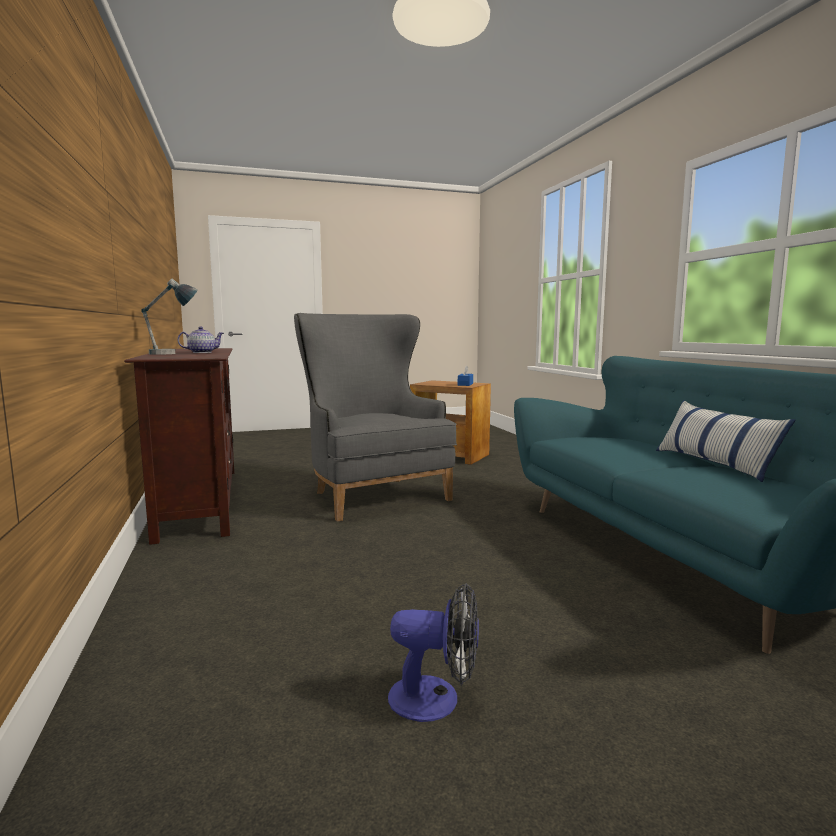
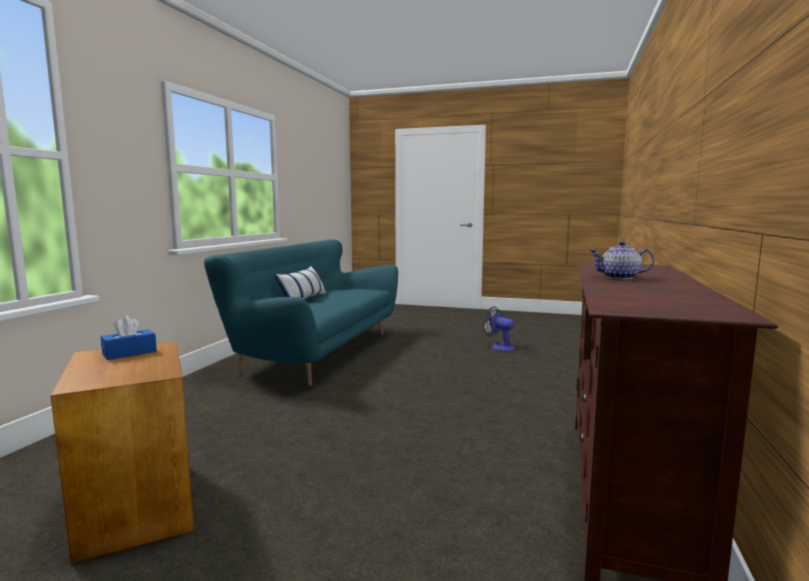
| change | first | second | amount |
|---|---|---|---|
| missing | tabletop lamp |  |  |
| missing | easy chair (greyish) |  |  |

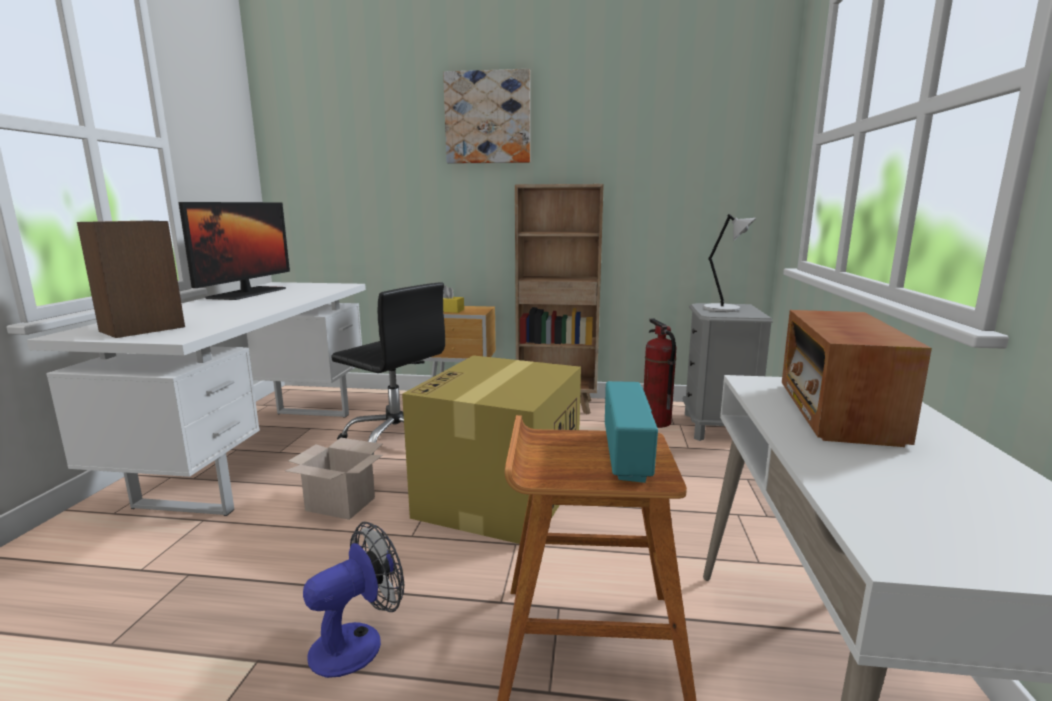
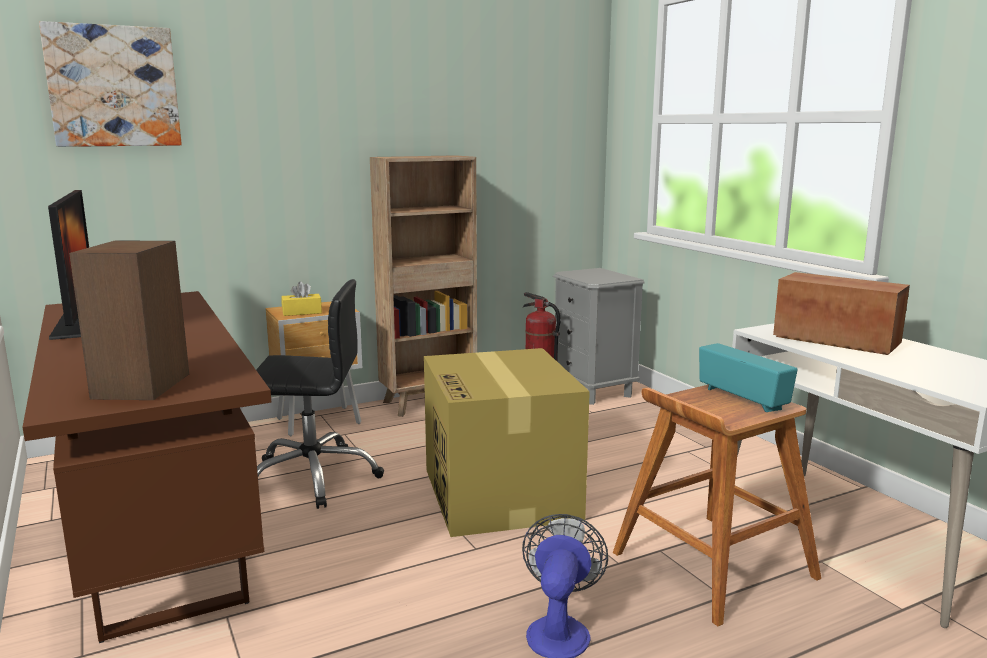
| change | first | second | amount |
|---|---|---|---|
| relocated | wall picture |  |  |
| missing | tabletop lamp (greyish) |  |  |
| colour | desk unit (white-coloured) (no. 1 from left) | desk unit (brown-coloured) |  |
| spun | radio receiver (no. 2 from left) |  | 150 degrees clockwise |
| missing | packing box (no. 1 from left) |  |  |

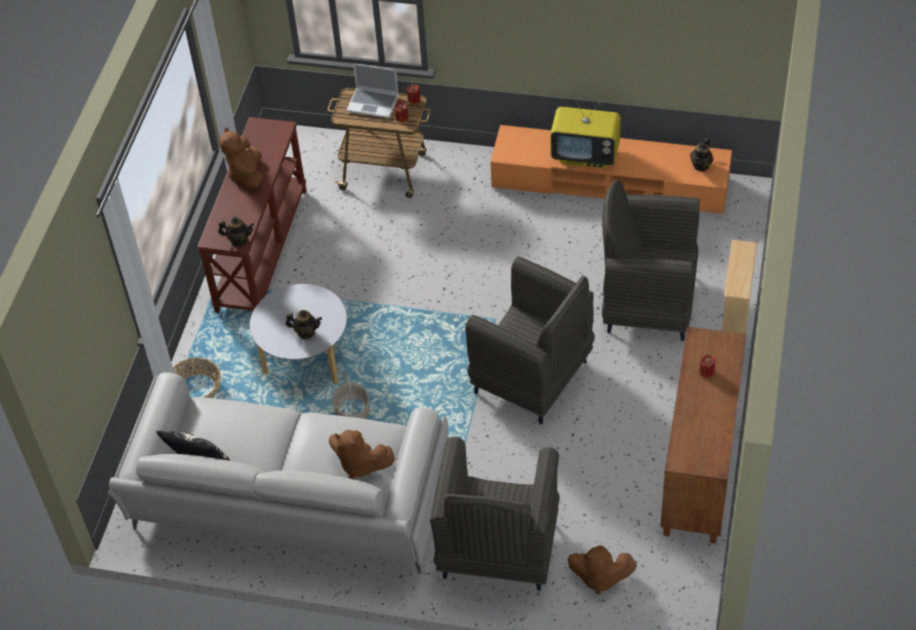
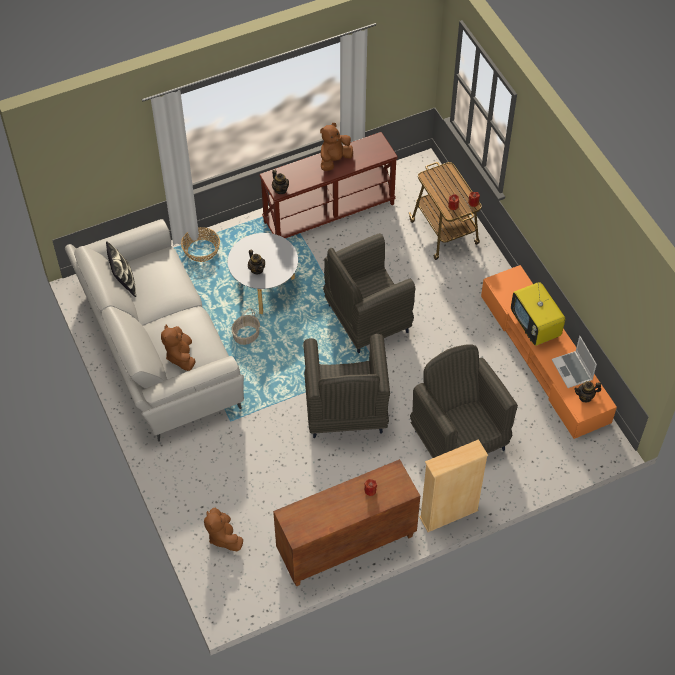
| change | first | second | amount |
|---|---|---|---|
| relocated | portable computer |  |  |
| relocated | easy chair (greyish) (no. 1 from left in the first image) | easy chair (greyish) (no. 2 from left) |  |

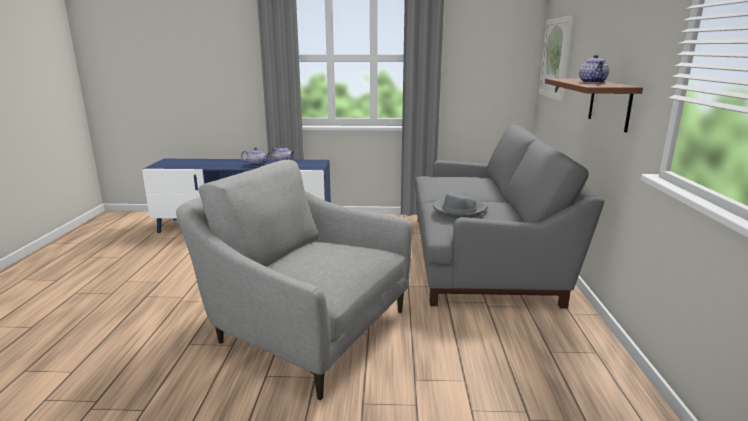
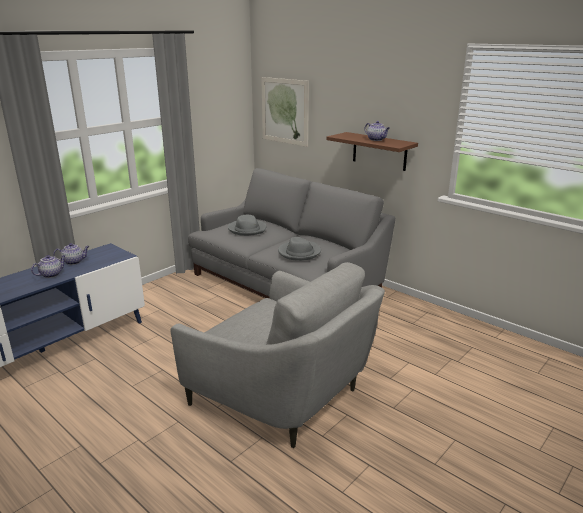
| change | first | second | amount |
|---|---|---|---|
| spun | easy chair (greyish) |  | 120 degrees counterclockwise |
| appeared |  | wearable hat (greyish) (no. 1 from left) |  |

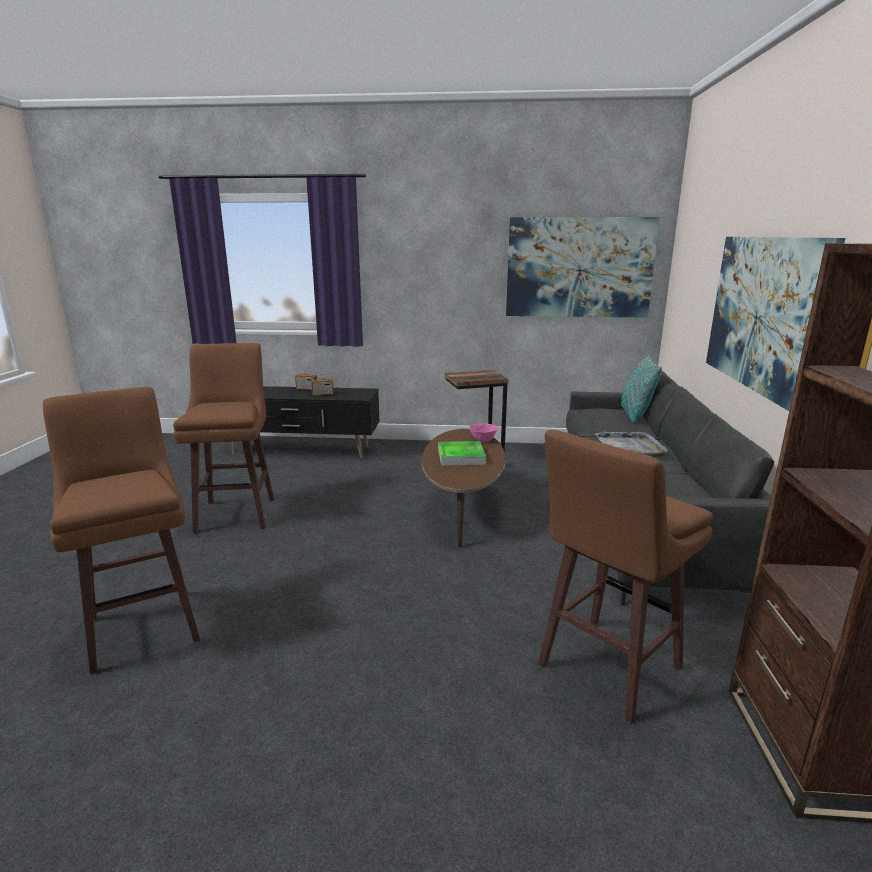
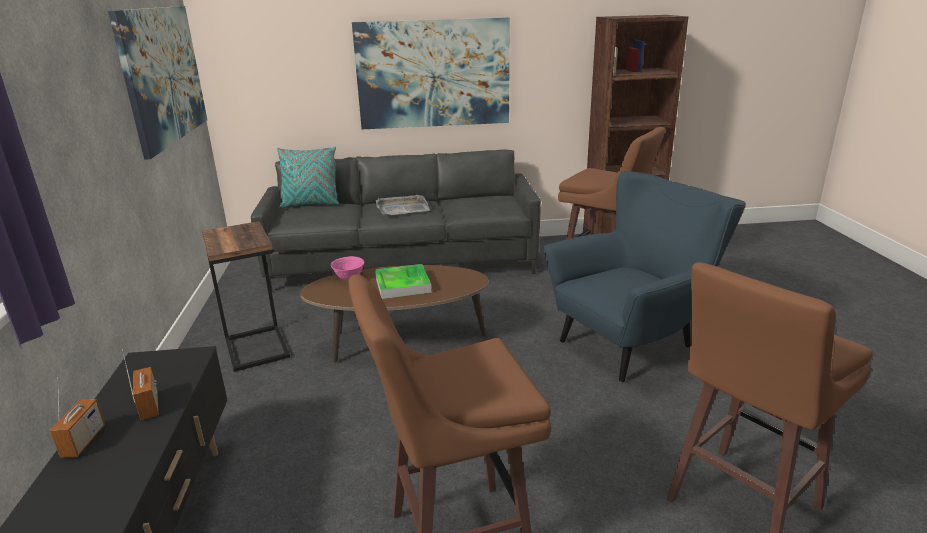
| change | first | second | amount |
|---|---|---|---|
| appeared |  | easy chair (blue) |  |

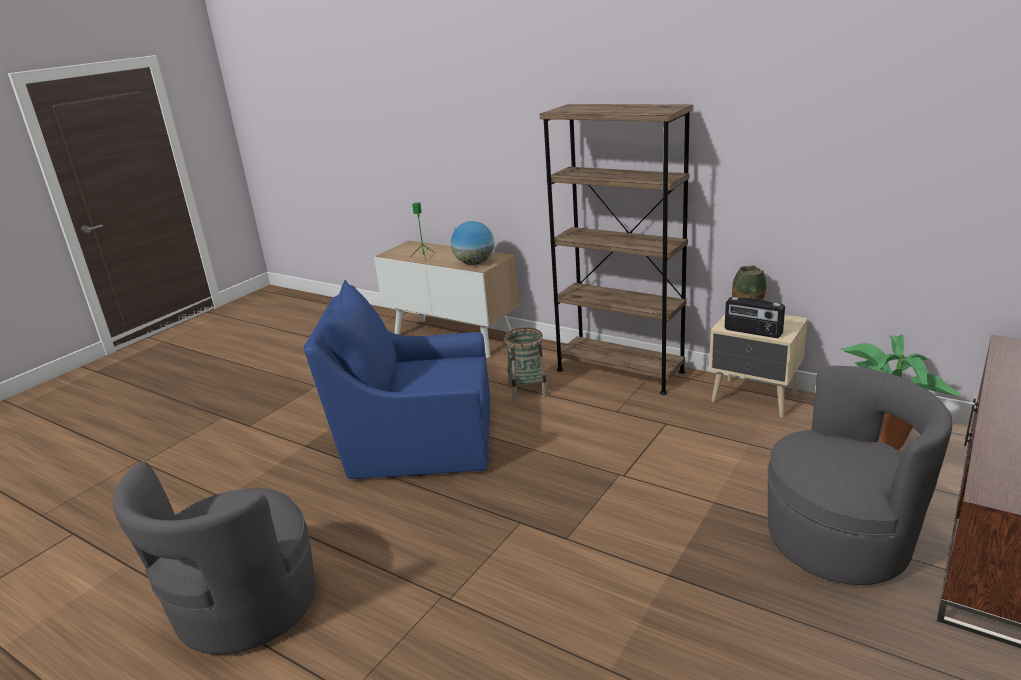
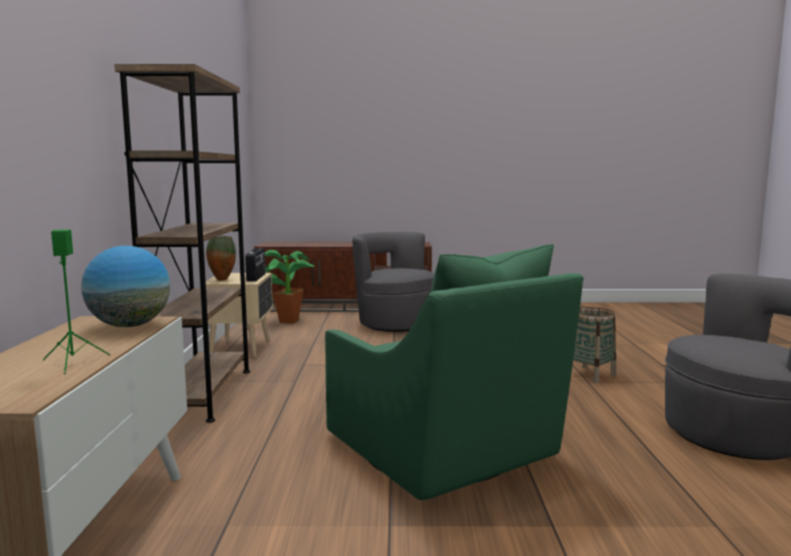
| change | first | second | amount |
|---|---|---|---|
| colour | easy chair (blue) | easy chair (green) |  |
| relocated | household basket |  |  |

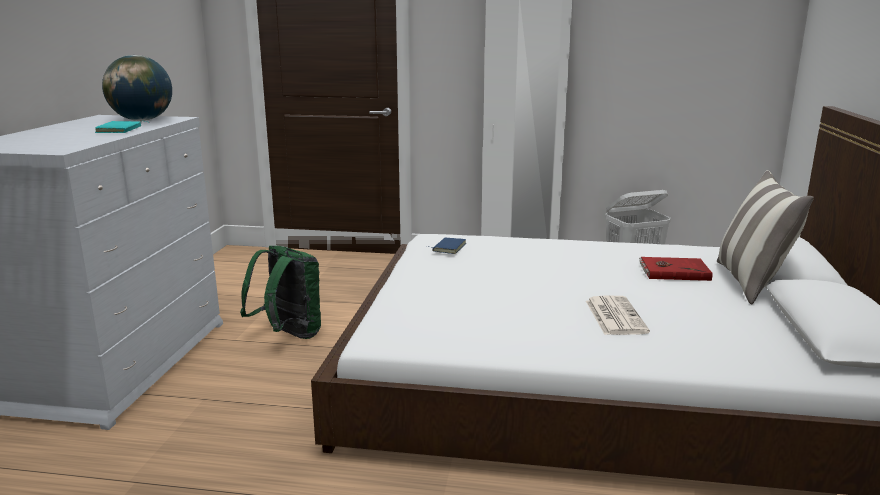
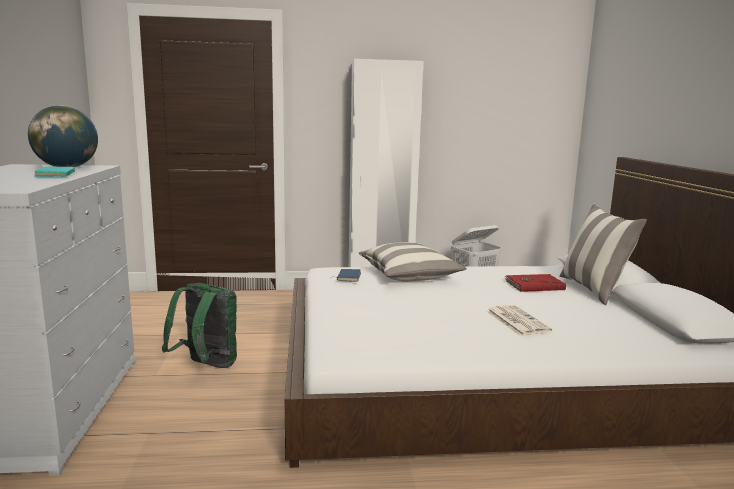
| change | first | second | amount |
|---|---|---|---|
| appeared |  | pillow (no. 1 from left) |  |

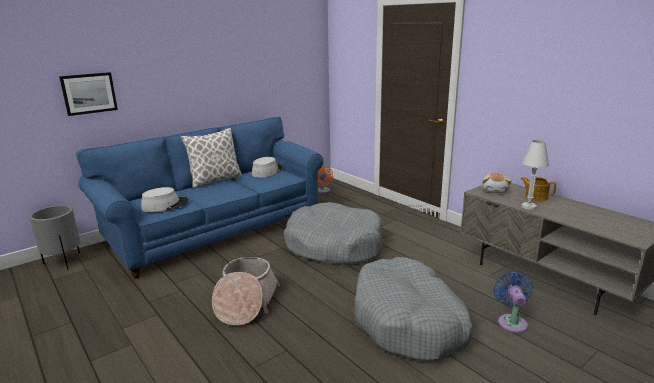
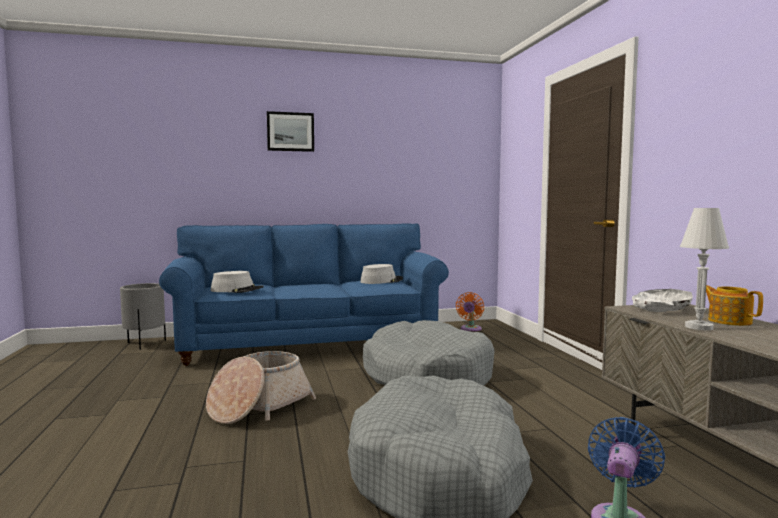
| change | first | second | amount |
|---|---|---|---|
| relocated | wall picture |  |  |
| missing | pillow |  |  |
| exchanged | soft toy | bowl (white-coloured) |  |

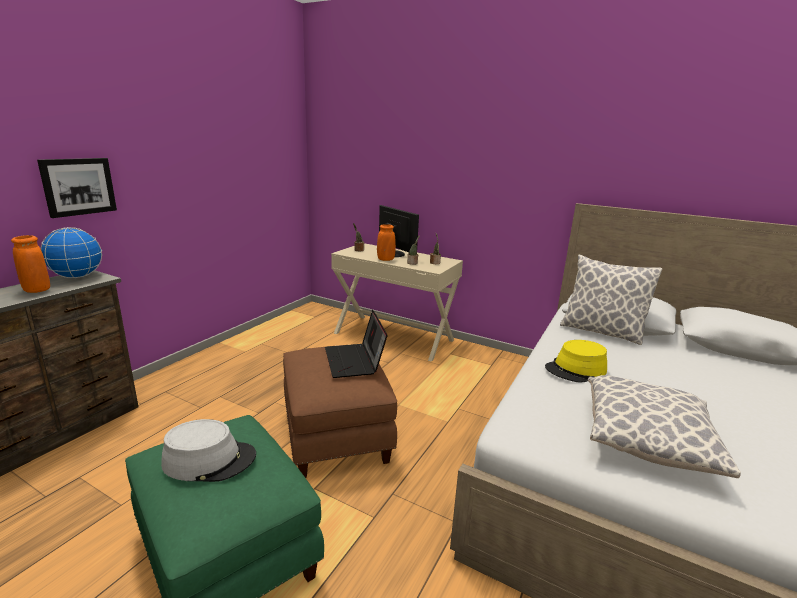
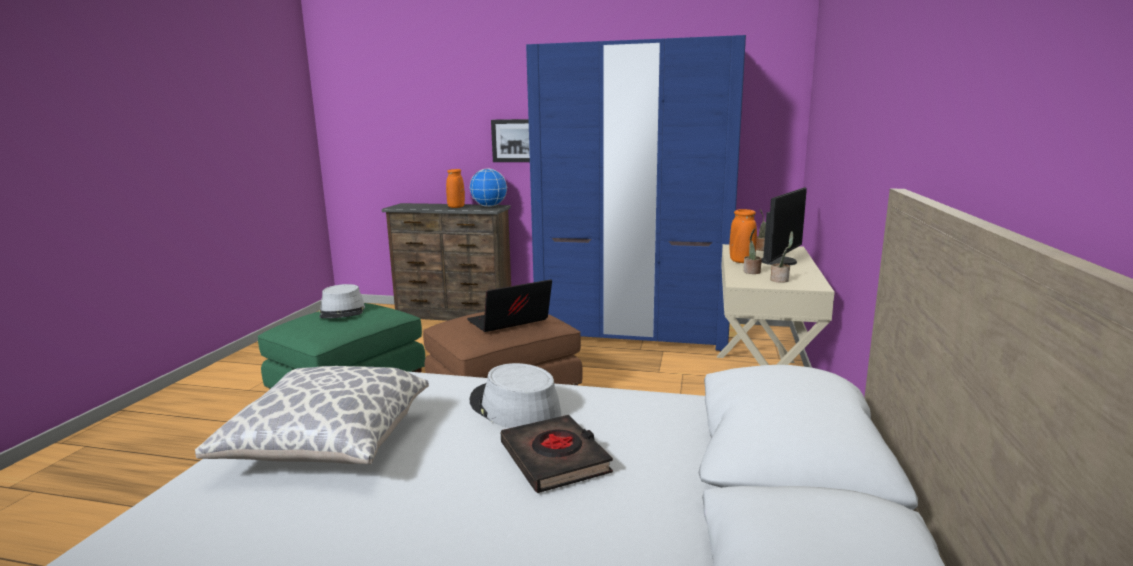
| change | first | second | amount |
|---|---|---|---|
| missing | pillow (no. 1 from left) |  |  |
| colour | wearable hat (yellow) | wearable hat (greyish) (no. 2 from left) |  |
| appeared |  | wardrobe (blue) |  |
| appeared |  | book (black-coloured) |  |

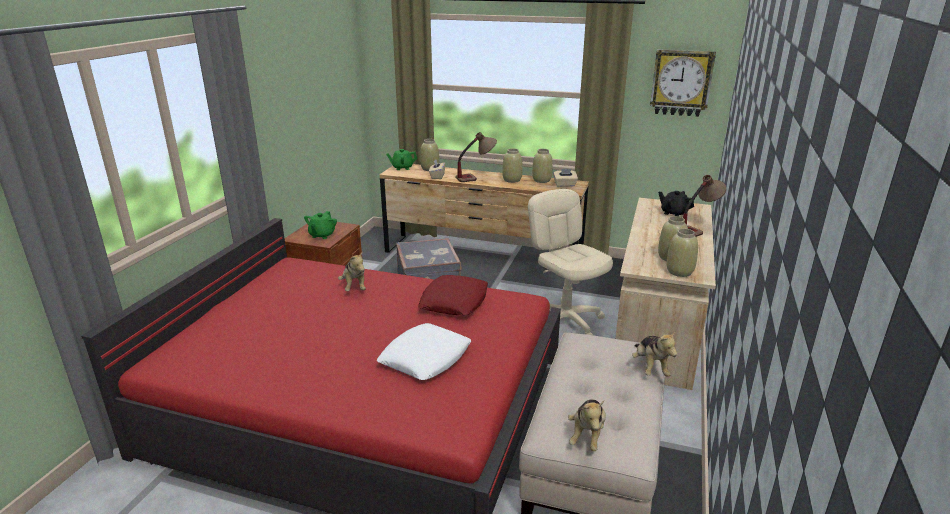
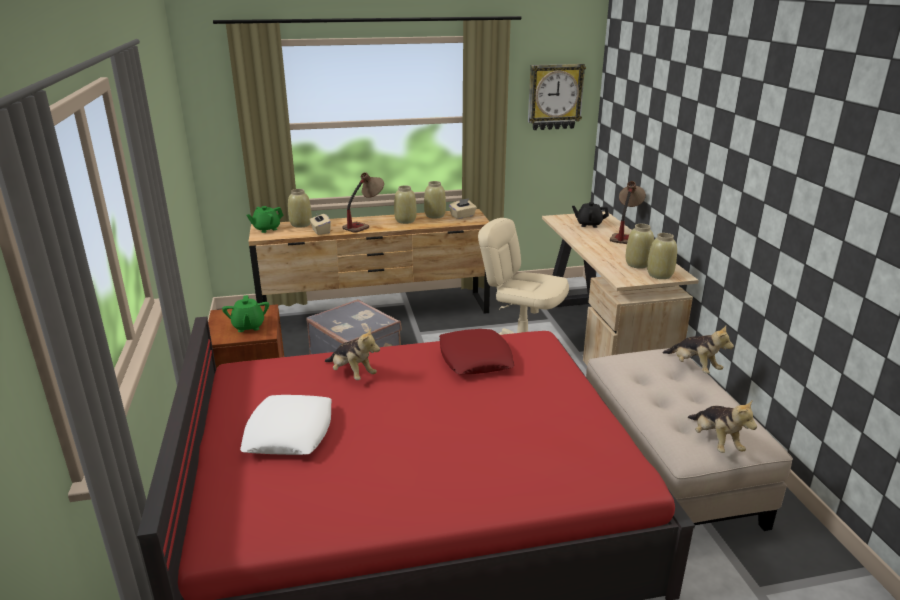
| change | first | second | amount |
|---|---|---|---|
| relocated | pillow (white-coloured) |  |  |

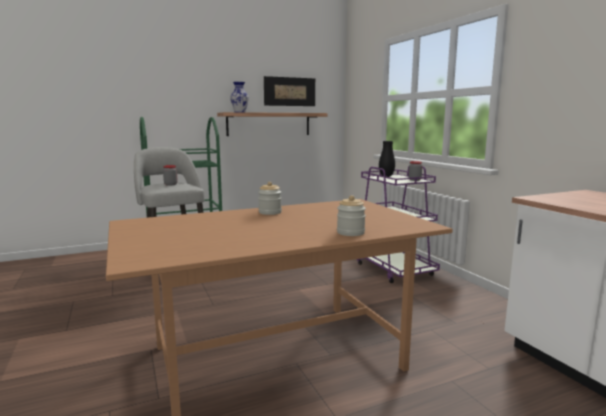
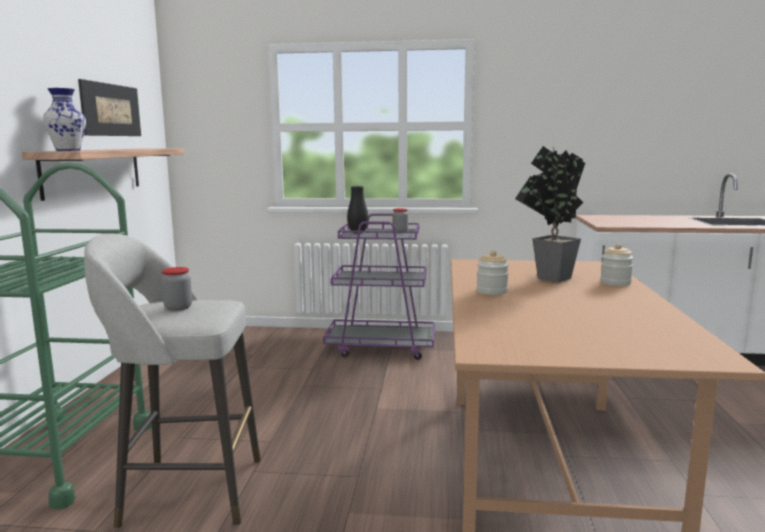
| change | first | second | amount |
|---|---|---|---|
| appeared |  | potted plant |  |

